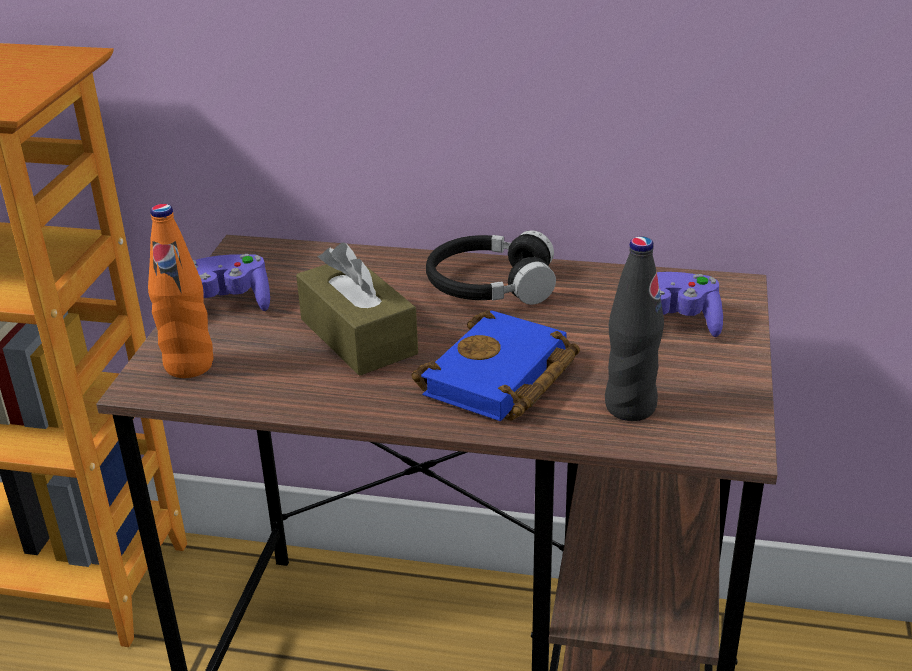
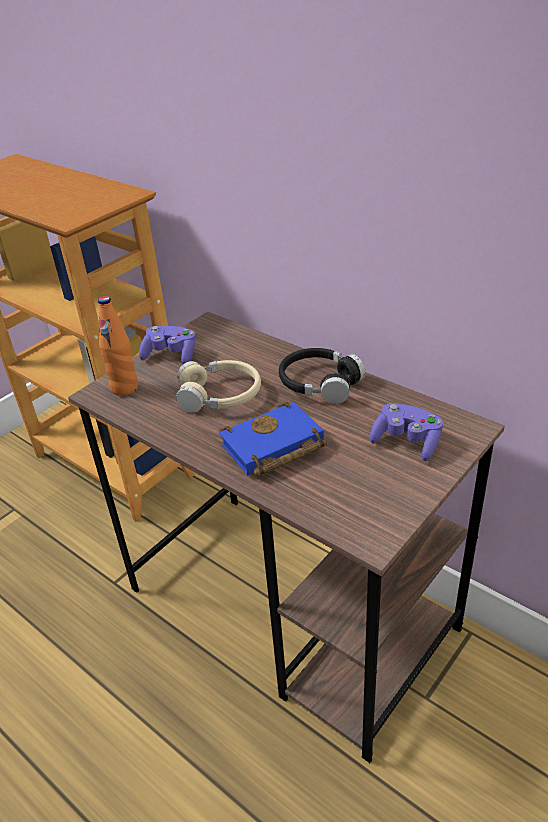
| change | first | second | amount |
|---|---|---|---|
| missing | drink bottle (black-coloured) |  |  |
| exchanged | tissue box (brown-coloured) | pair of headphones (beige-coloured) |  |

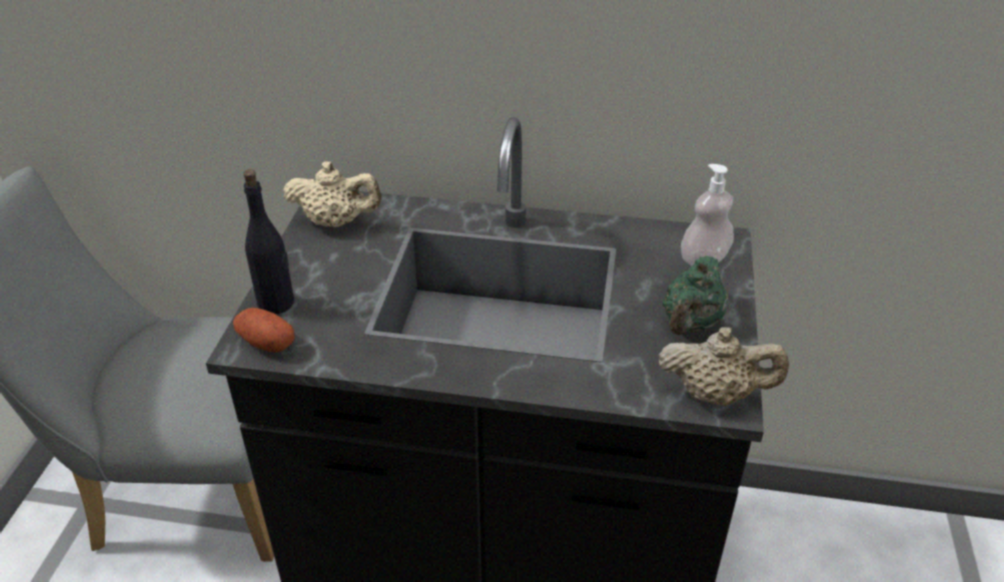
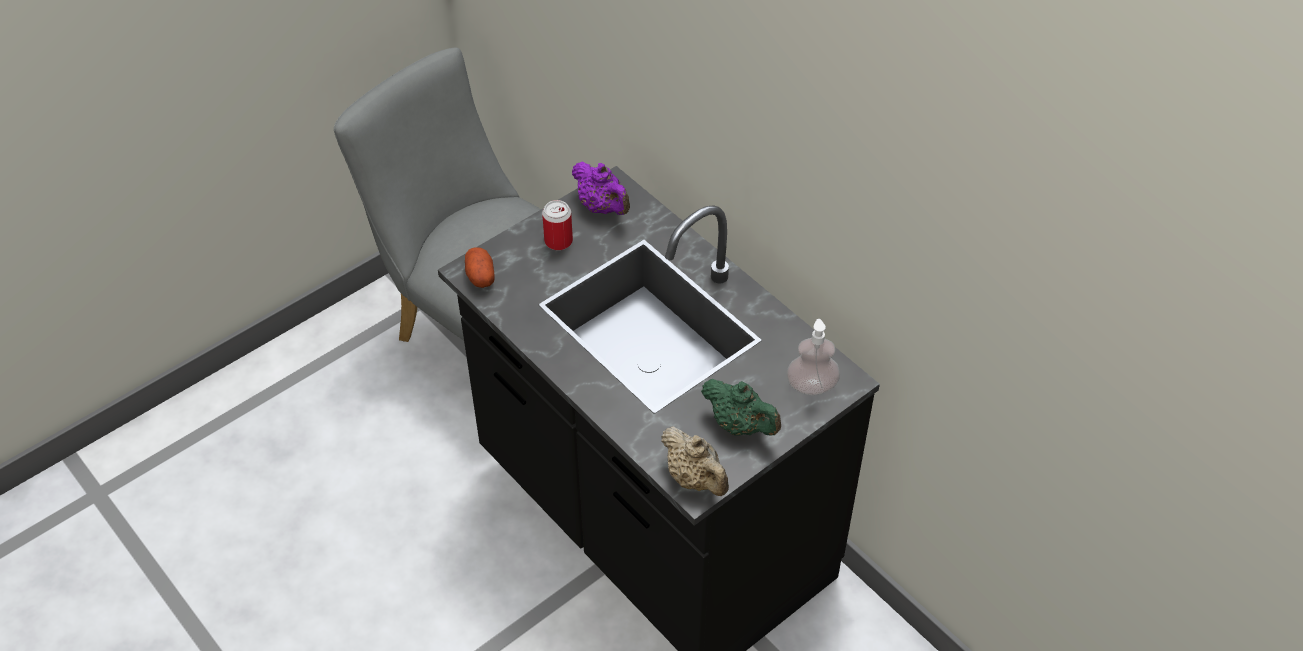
| change | first | second | amount |
|---|---|---|---|
| colour | tea pot (beige-coloured) (no. 1 from left) | tea pot (purple) |  |
| missing | drink bottle (black-coloured) |  |  |
| spun | tea pot (green) |  | 120 degrees counterclockwise |
| appeared |  | can |  |

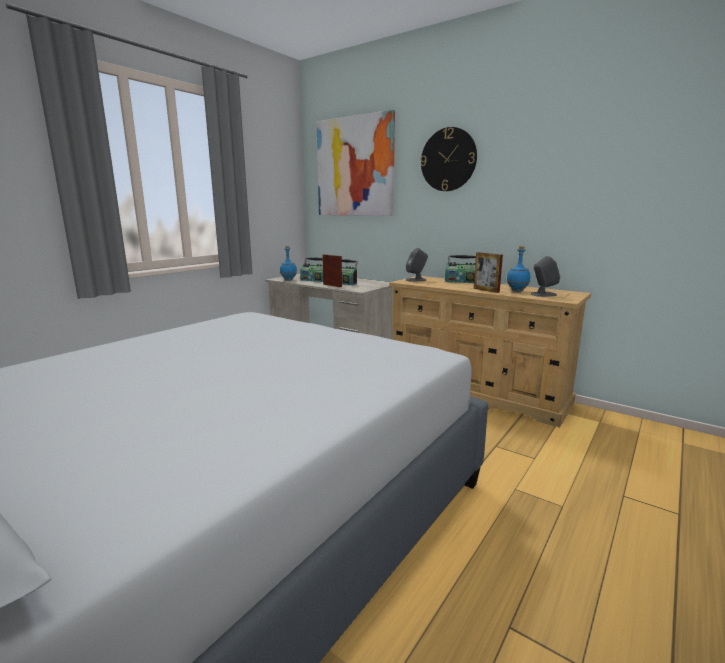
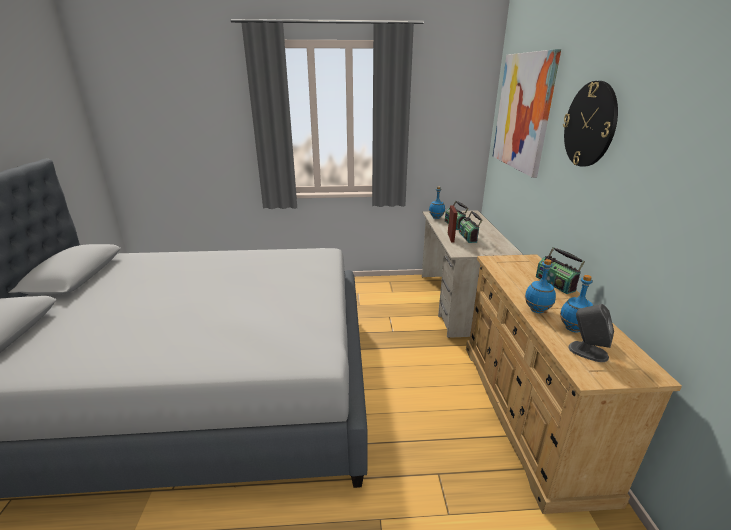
| change | first | second | amount |
|---|---|---|---|
| missing | audio speaker (greyish) (no. 1 from left) |  |  |
| exchanged | standing frame (no. 2 from left) | drink bottle (blue) (no. 2 from left) |  |

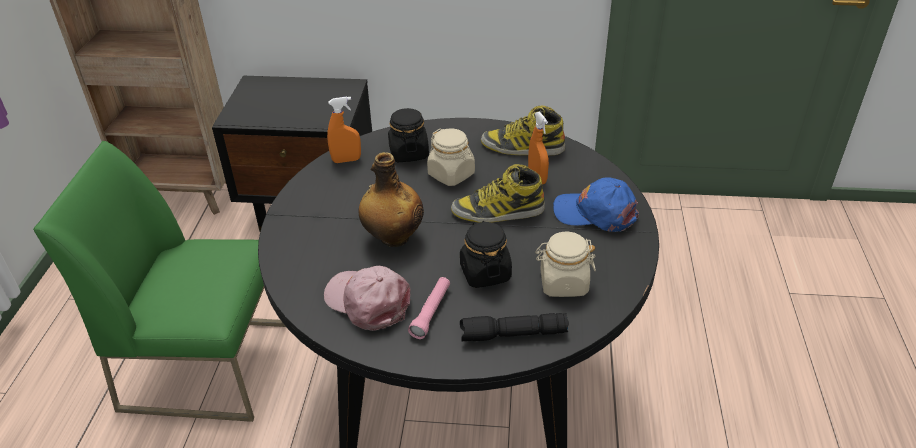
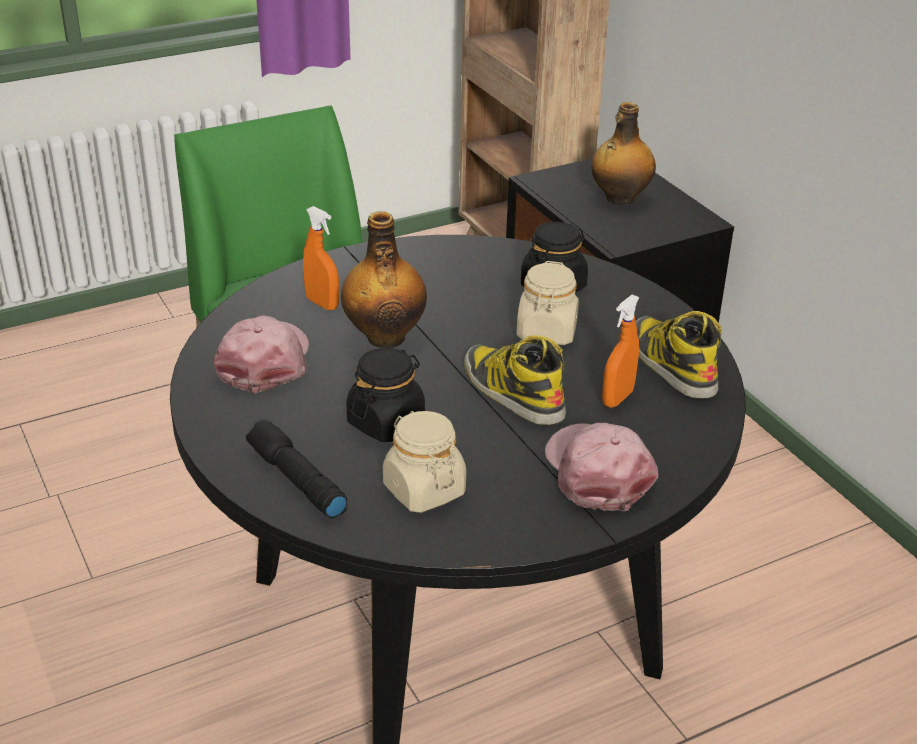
| change | first | second | amount |
|---|---|---|---|
| relocated | hand sprayer (orange) (no. 1 from left) |  |  |
| colour | peaked cap (blue) | peaked cap (pinkish) (no. 2 from left) |  |
| missing | hand torch (pinkish) |  |  |
| appeared |  | drink bottle (no. 2 from left) |  |

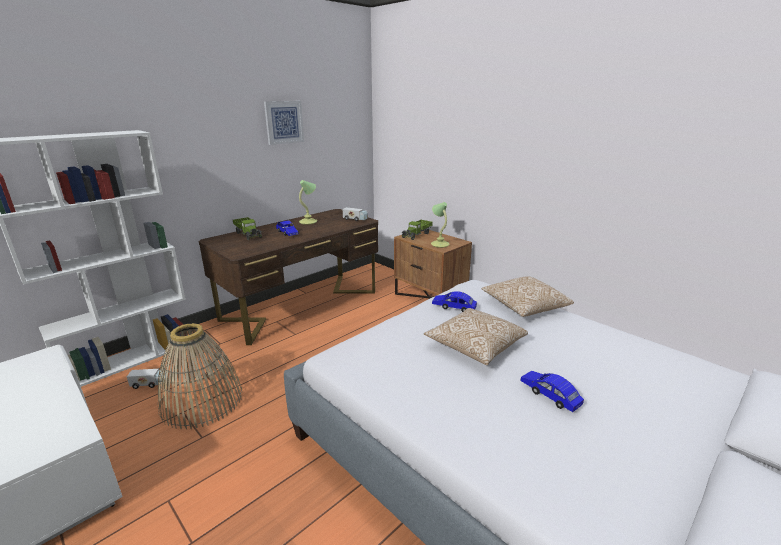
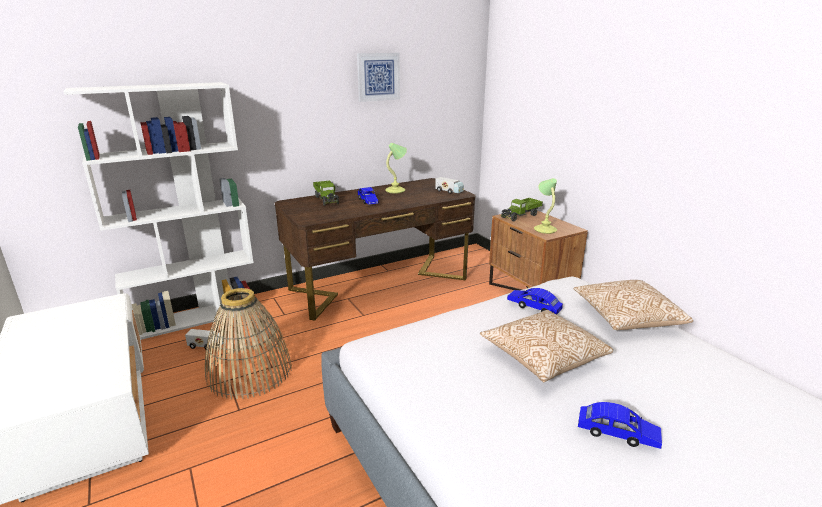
| change | first | second | amount |
|---|---|---|---|
| spun | miniature car (blue) (no. 3 from left) |  | 135 degrees clockwise |

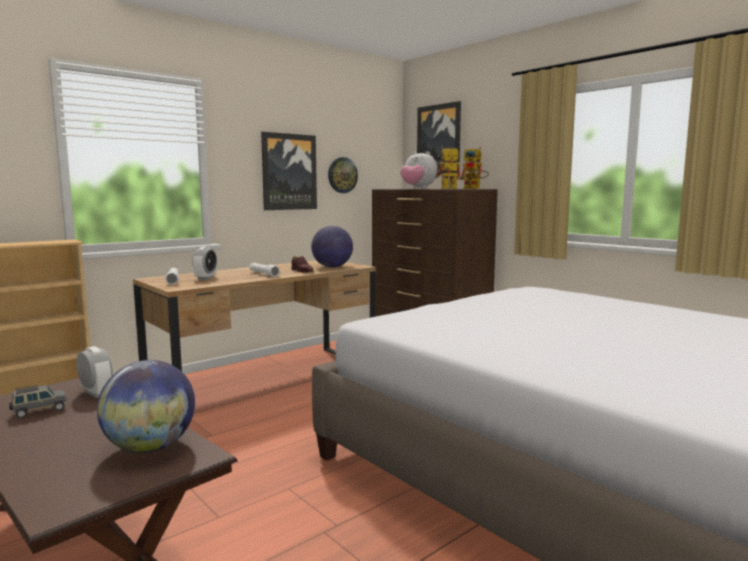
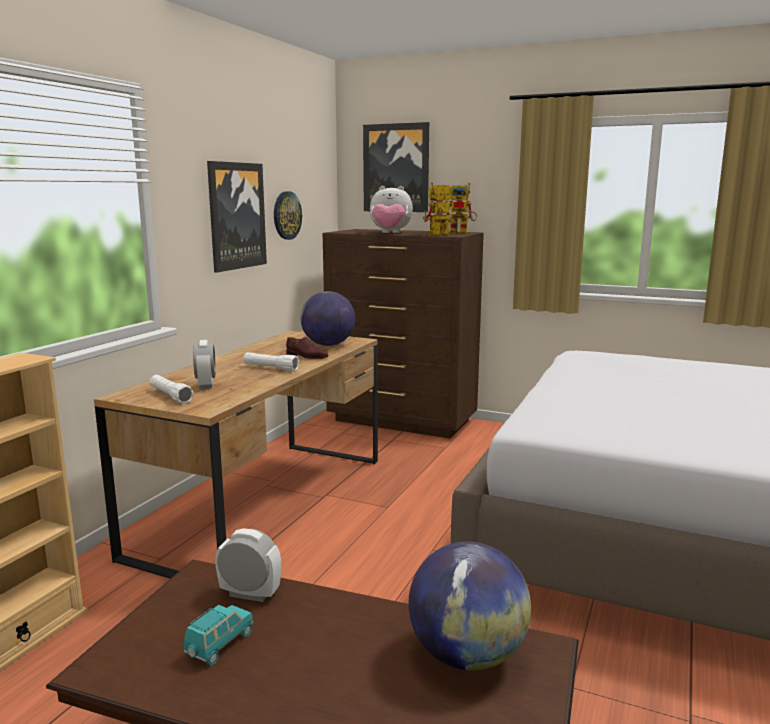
| change | first | second | amount |
|---|---|---|---|
| colour | miniature car (greyish) | miniature car (turquoise-coloured) |  |

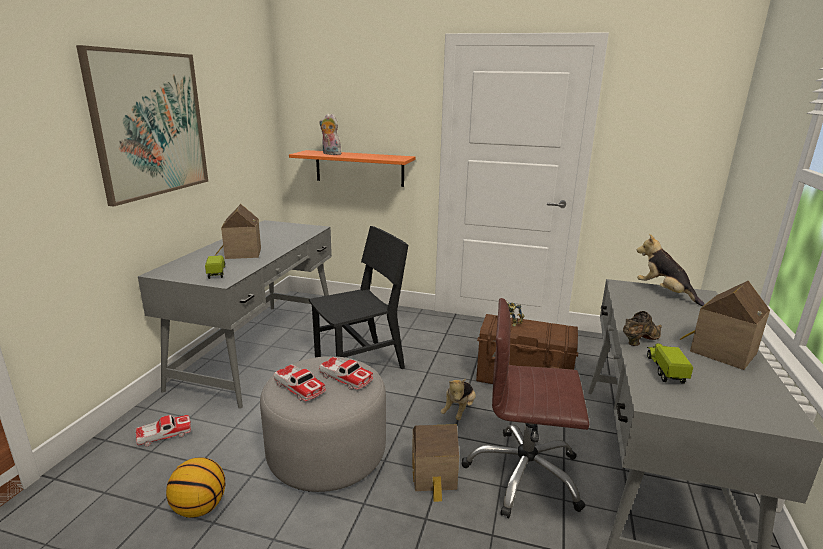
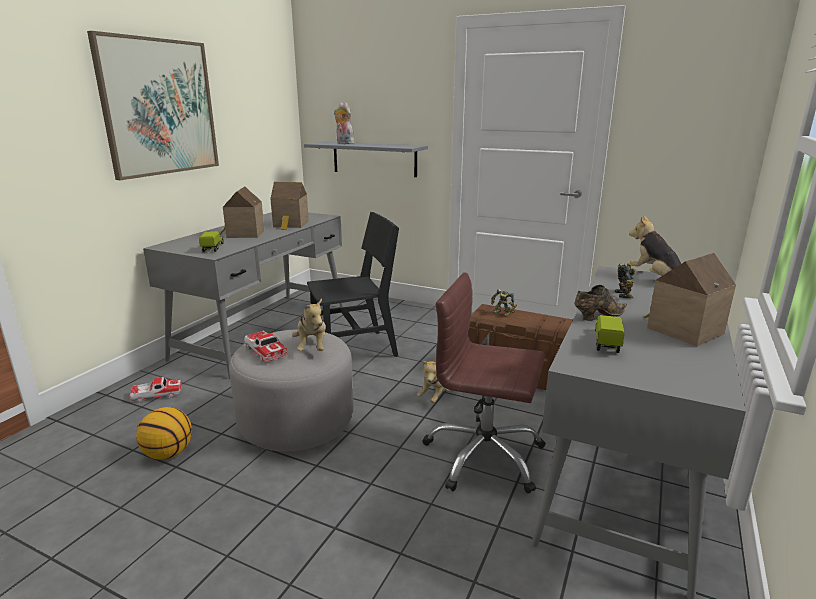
| change | first | second | amount |
|---|---|---|---|
| colour | shelf (orange) | shelf (greyish) |  |
| exchanged | miniature car (no. 3 from left) | soft toy (no. 1 from left) |  |
| relocated | model house (no. 2 from left) |  |  |
| appeared |  | robot figure (no. 2 from left) |  |

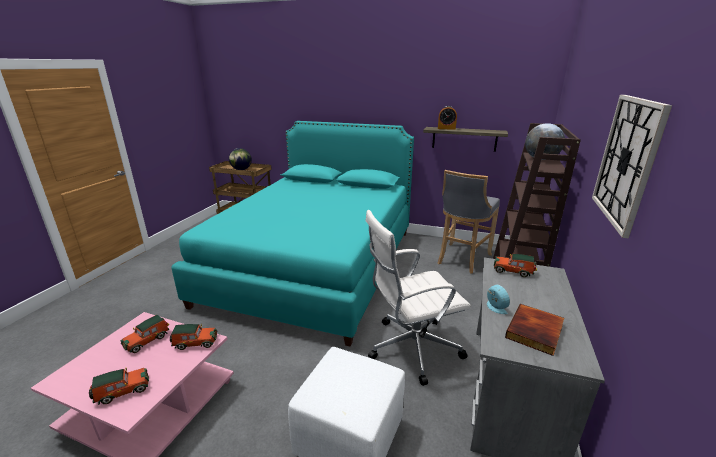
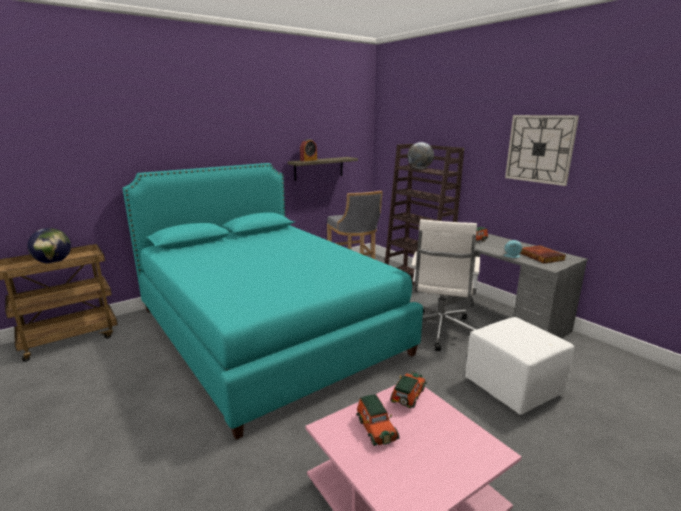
| change | first | second | amount |
|---|---|---|---|
| missing | miniature car (no. 1 from left) |  |  |

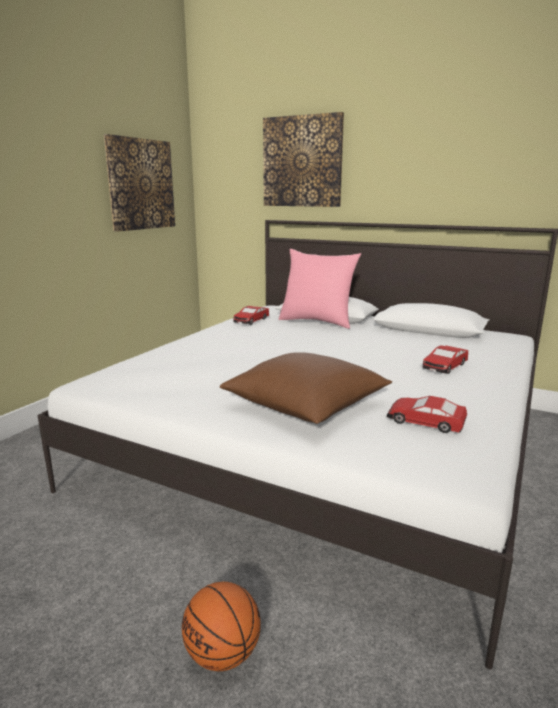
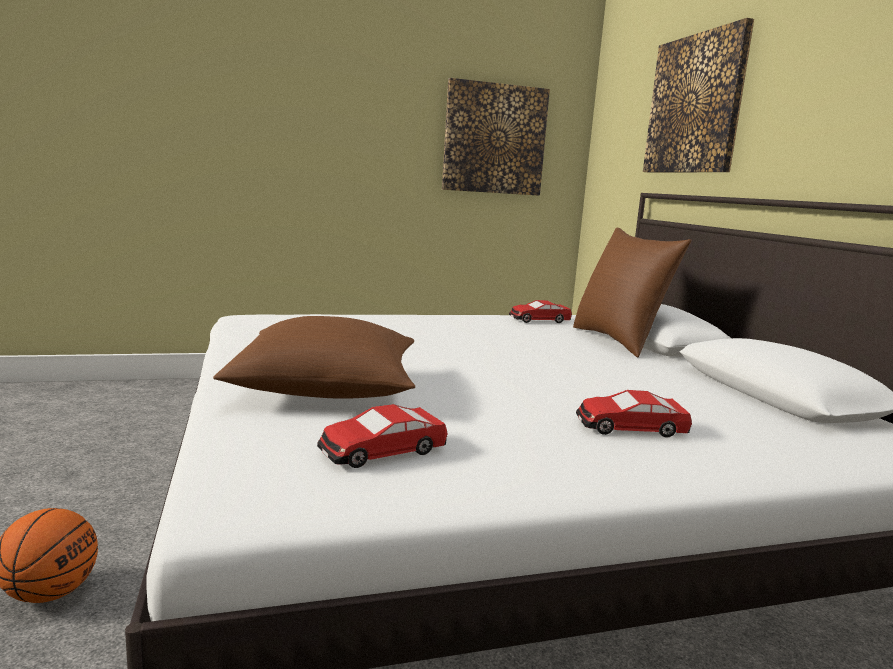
| change | first | second | amount |
|---|---|---|---|
| colour | pillow (pinkish) | pillow (brown-coloured) (no. 2 from left) |  |
| spun | miniature car (no. 2 from left in the first image) | miniature car (no. 1 from left) | 105 degrees counterclockwise |

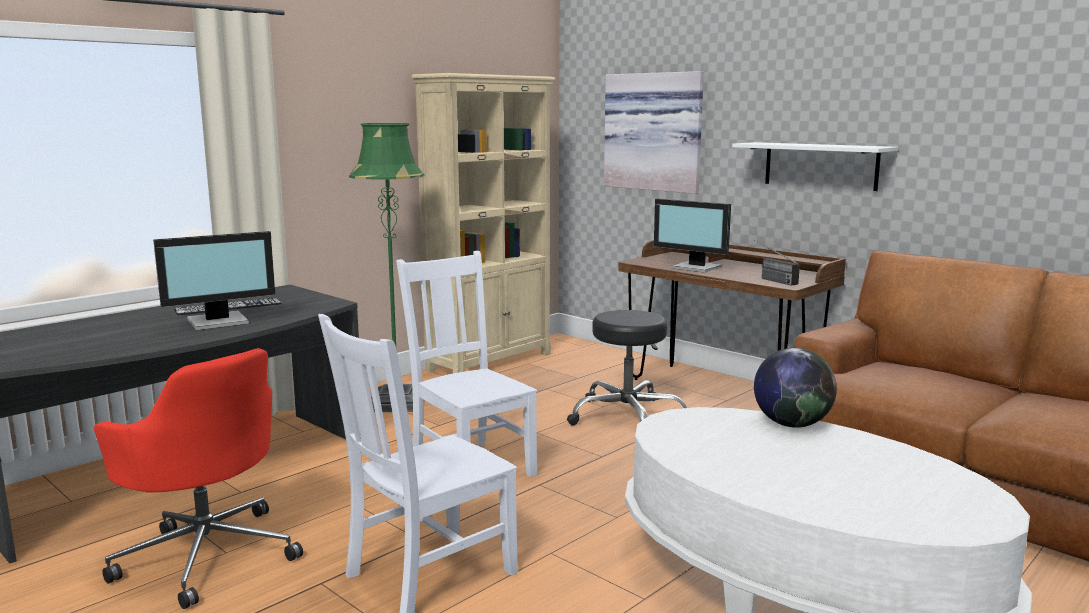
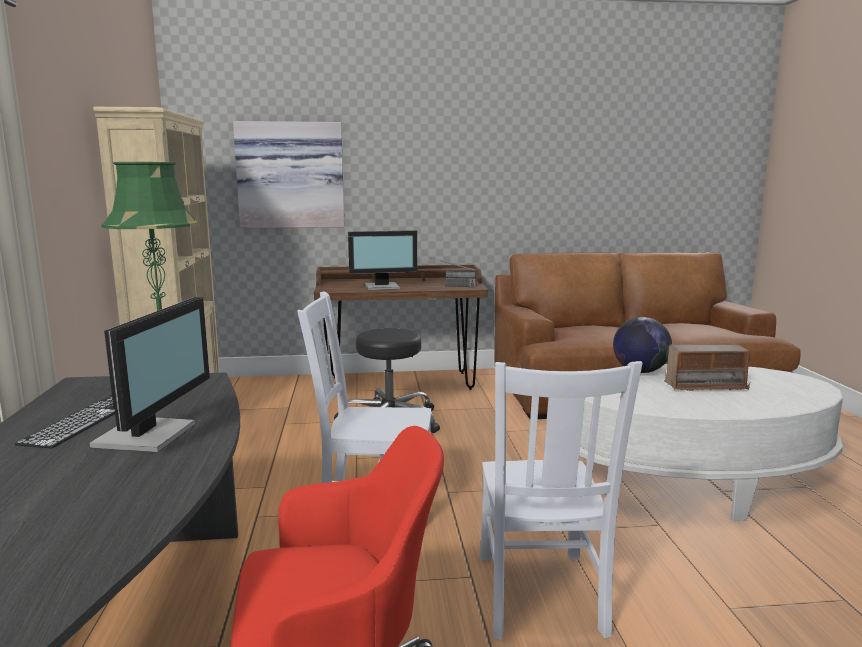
| change | first | second | amount |
|---|---|---|---|
| missing | shelf (white-coloured) |  |  |
| appeared |  | radio receiver (no. 2 from left) |  |

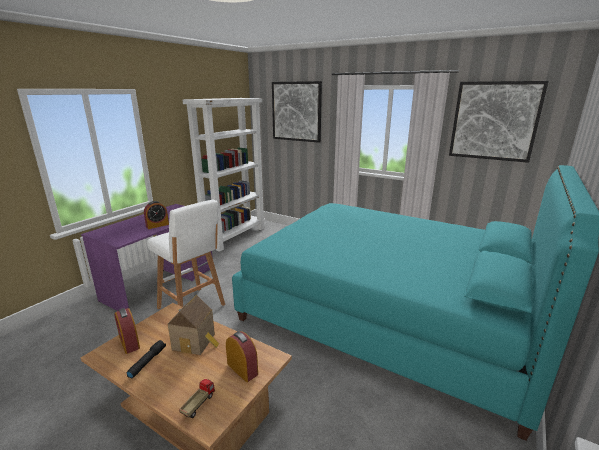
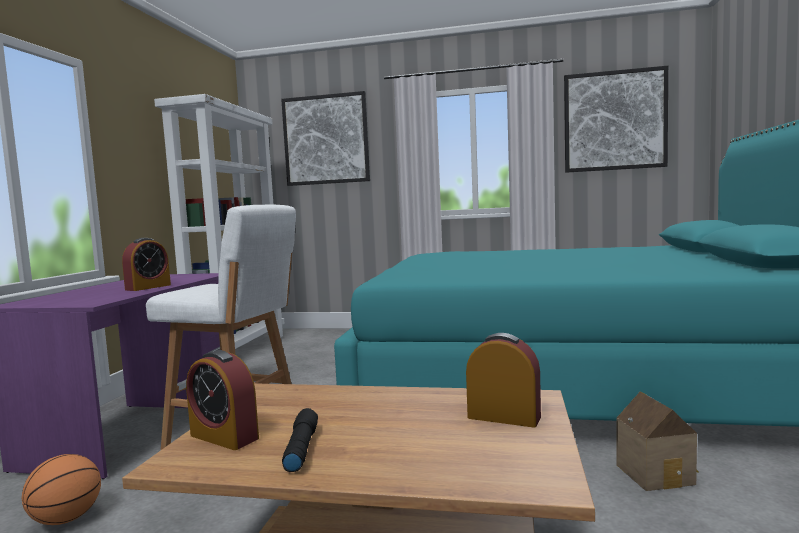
| change | first | second | amount |
|---|---|---|---|
| relocated | model house |  |  |
| missing | model truck |  |  |
| appeared |  | basketball ball |  |

